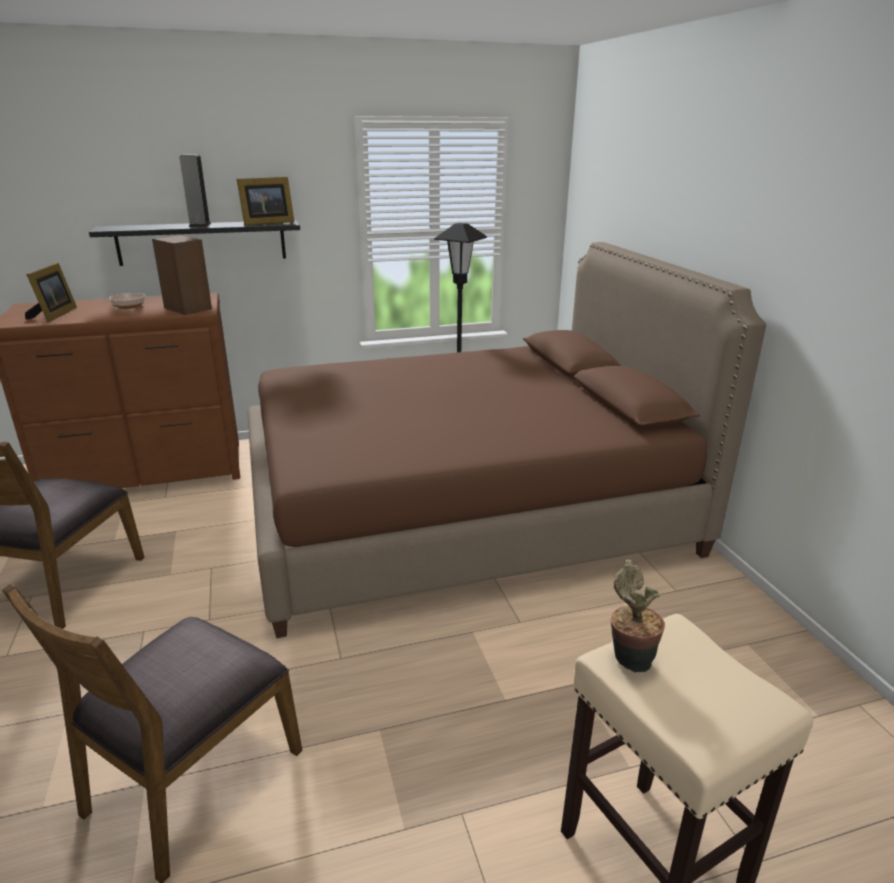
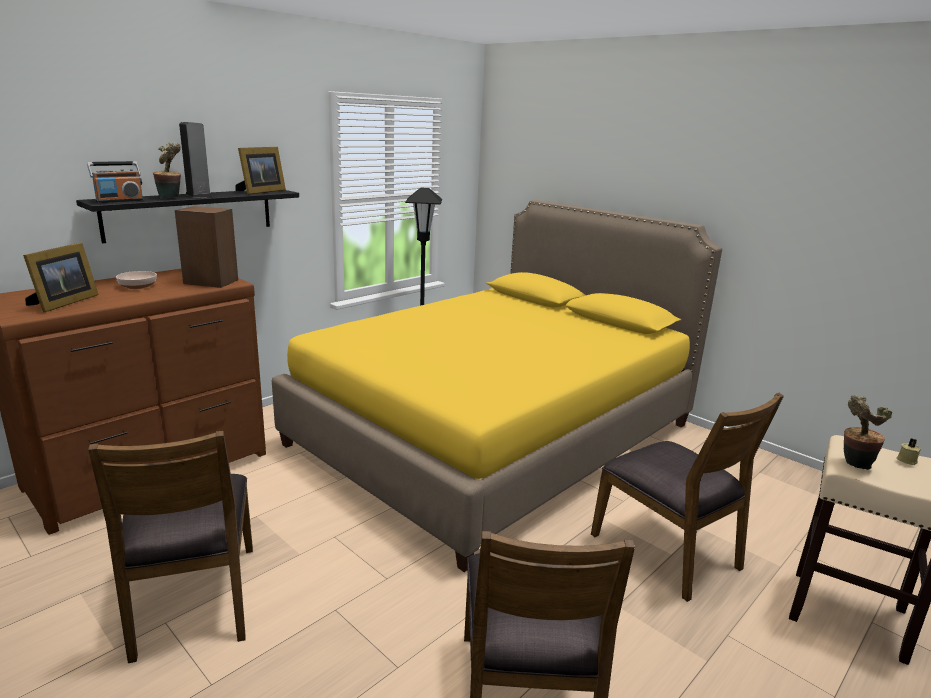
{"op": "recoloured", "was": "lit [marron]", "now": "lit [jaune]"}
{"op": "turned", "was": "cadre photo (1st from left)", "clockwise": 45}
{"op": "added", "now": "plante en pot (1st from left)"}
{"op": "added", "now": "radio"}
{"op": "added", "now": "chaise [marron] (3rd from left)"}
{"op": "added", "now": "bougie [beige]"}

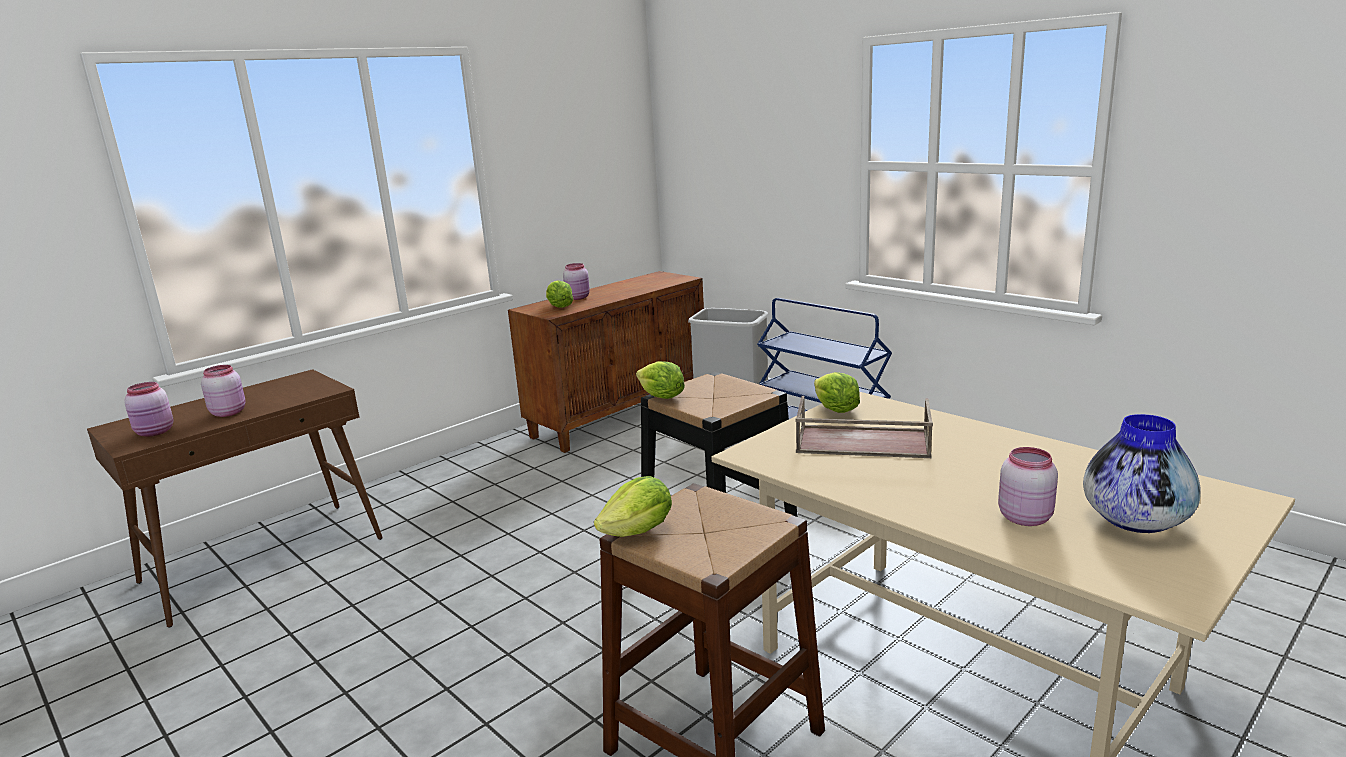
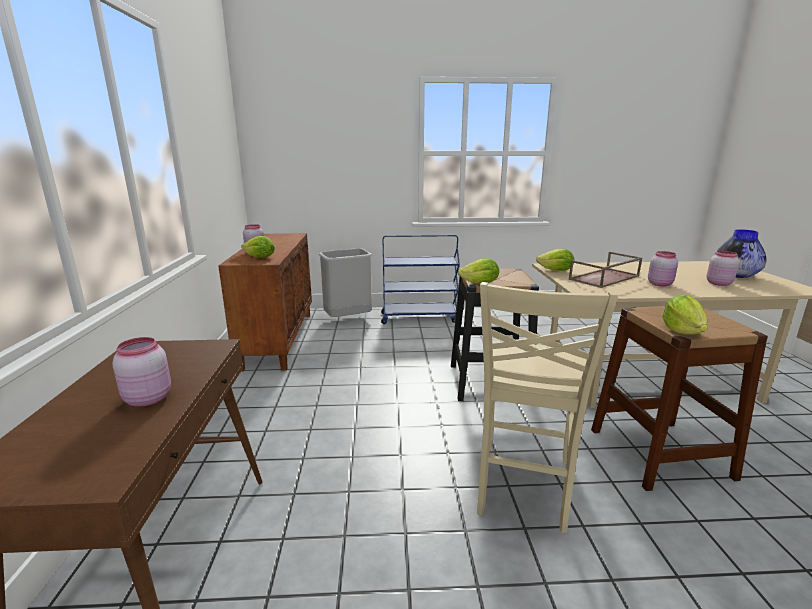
{"op": "moved", "was": "bocal [rose] (1st from left in the first image)", "now": "bocal [rose] (3rd from left)"}
{"op": "added", "now": "chaise [beige]"}

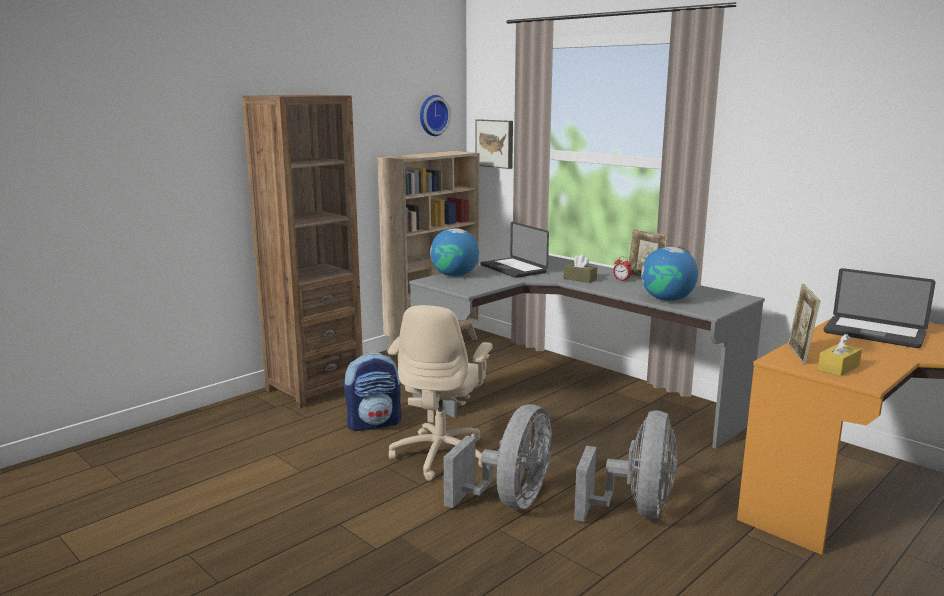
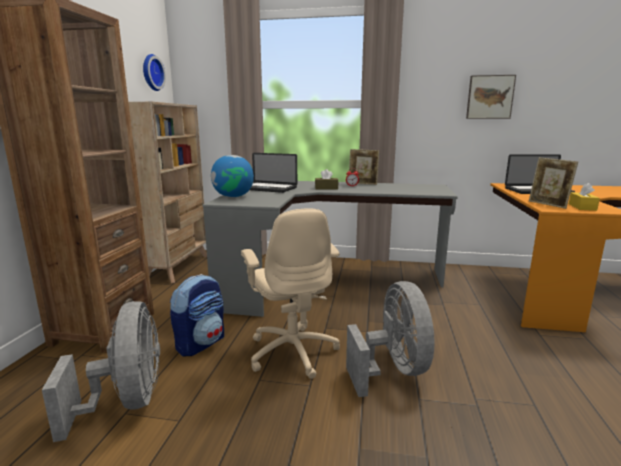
{"op": "moved", "was": "tableau"}
{"op": "removed", "was": "globe (2nd from left)"}
{"op": "moved", "was": "ventilateur [gris] (2nd from left in the first image)", "now": "ventilateur [gris] (1st from left)"}

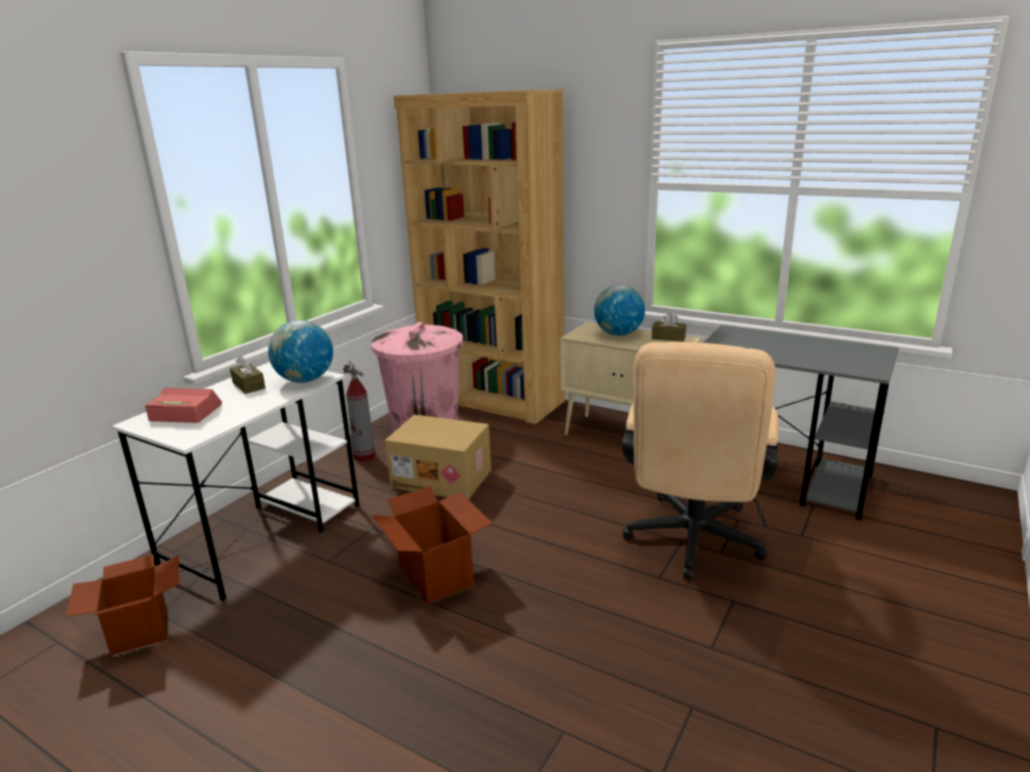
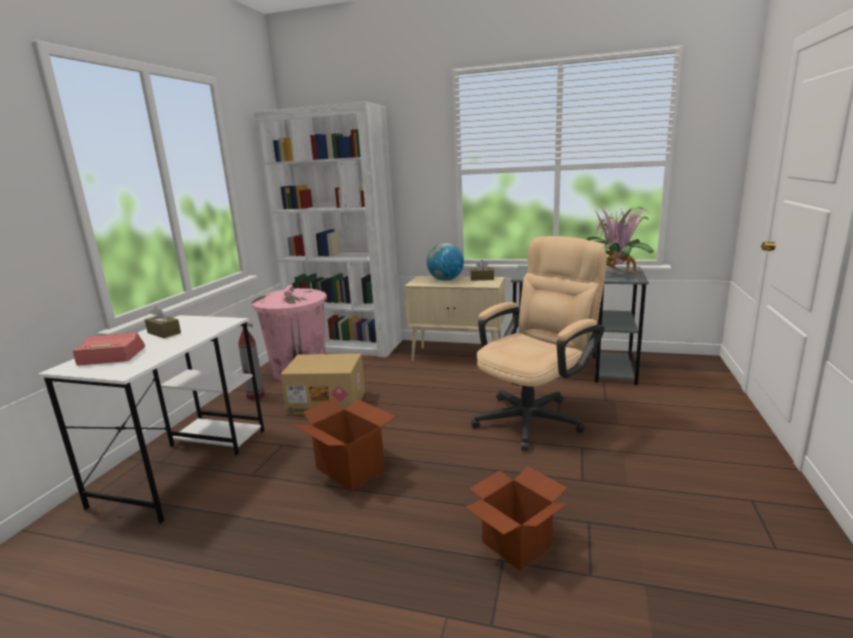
{"op": "recoloured", "was": "bibliothèque [marron]", "now": "bibliothèque [blanc]"}
{"op": "removed", "was": "globe (1st from left)"}
{"op": "turned", "was": "chaise de bureau [beige]", "clockwise": -135}
{"op": "moved", "was": "carton (1st from left in the first image)", "now": "carton (3rd from left)"}
{"op": "added", "now": "plante en pot"}

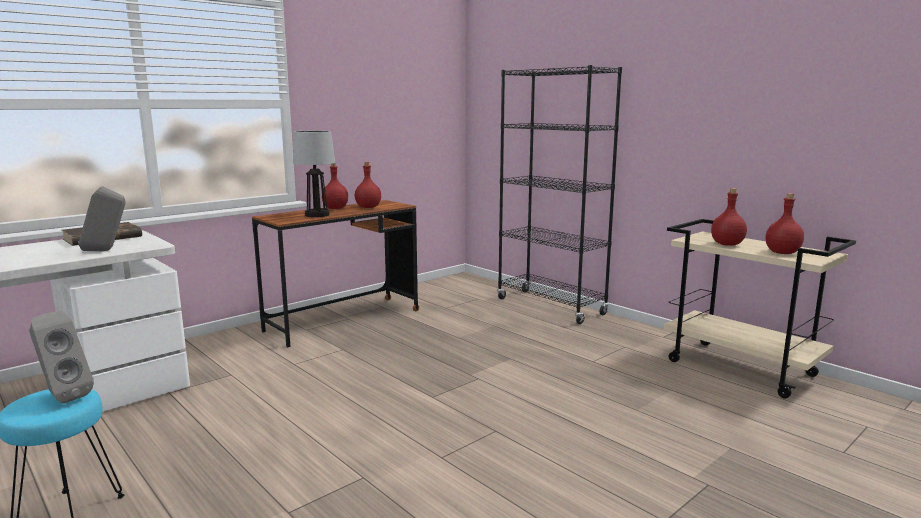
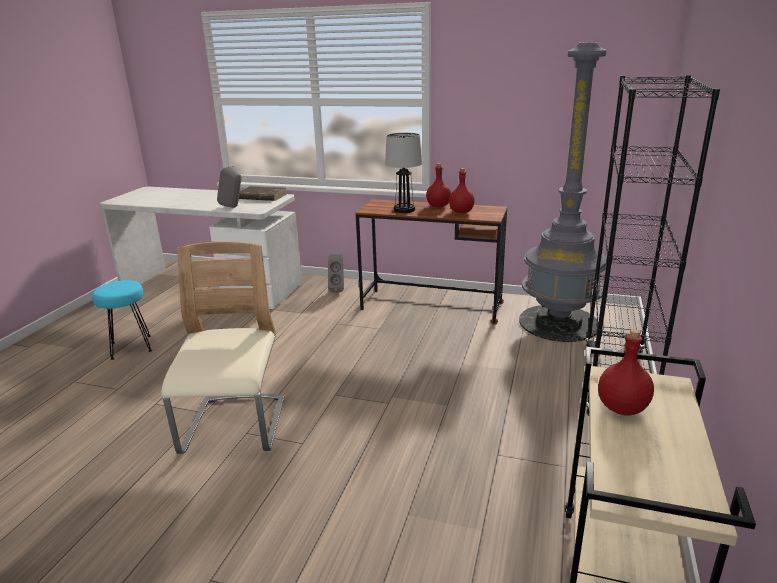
{"op": "removed", "was": "bouteille [rouge] (4th from left)"}
{"op": "moved", "was": "enceinte [gris] (1st from left in the first image)", "now": "enceinte [gris] (2nd from left)"}
{"op": "added", "now": "lampadaire [gris]"}
{"op": "added", "now": "chaise [beige]"}

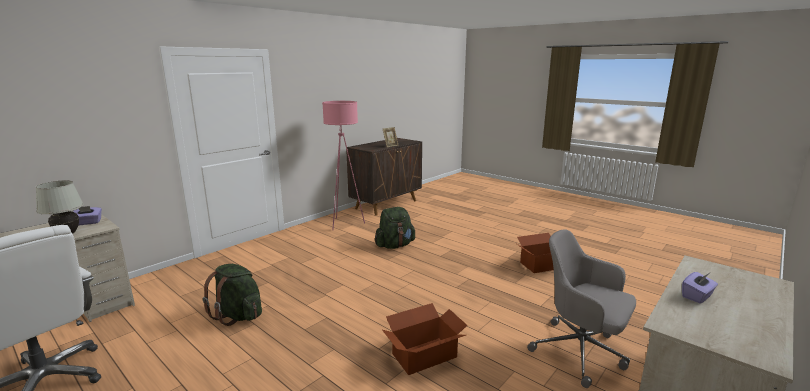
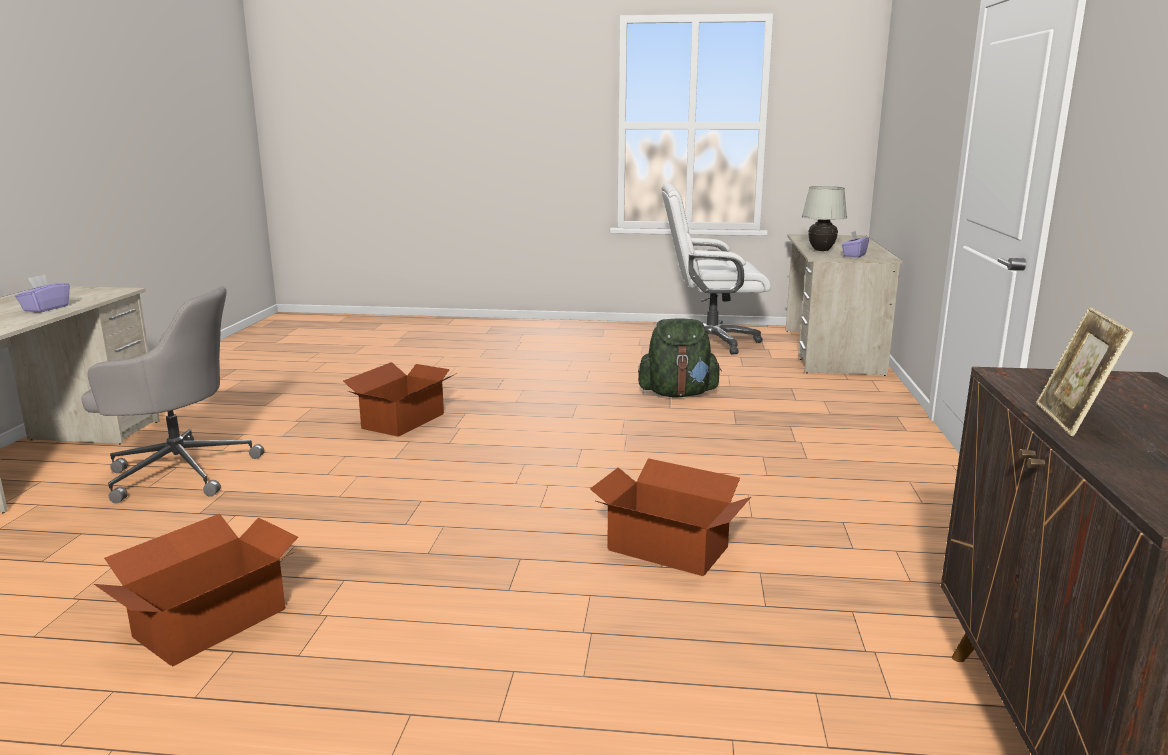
{"op": "removed", "was": "lampadaire [rose]"}
{"op": "replaced", "was": "sac à dos [vert] (2nd from left)", "now": "carton (3rd from left)"}

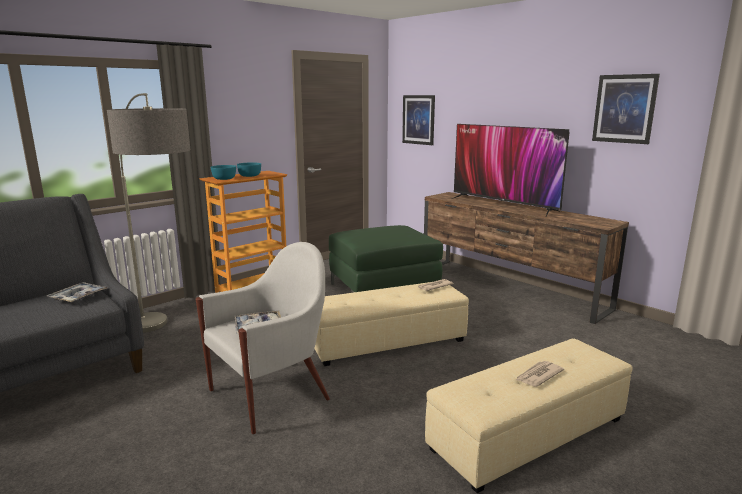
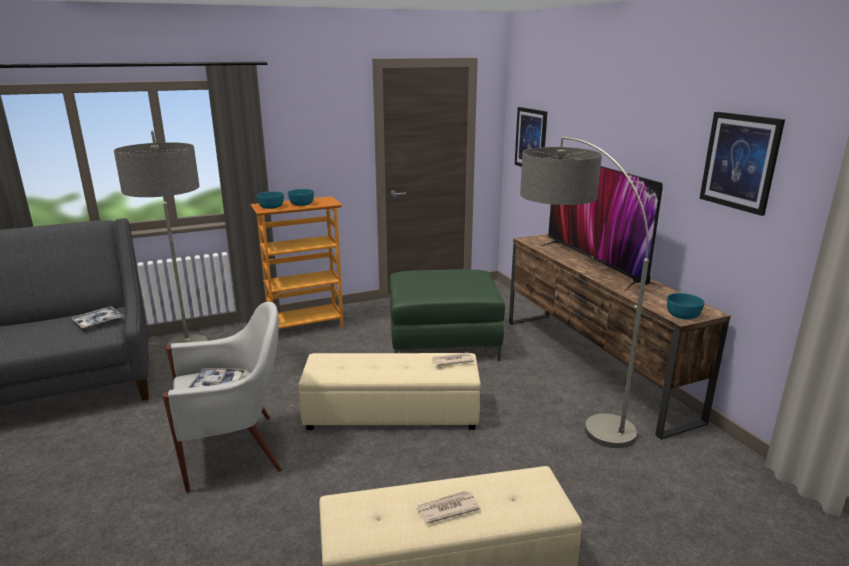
{"op": "added", "now": "lampadaire (2nd from left)"}
{"op": "added", "now": "bol [turquoise] (3rd from left)"}

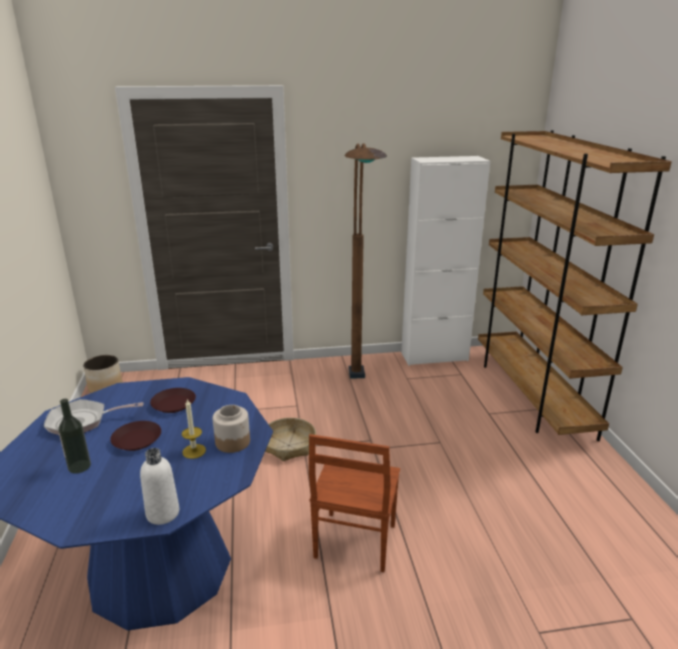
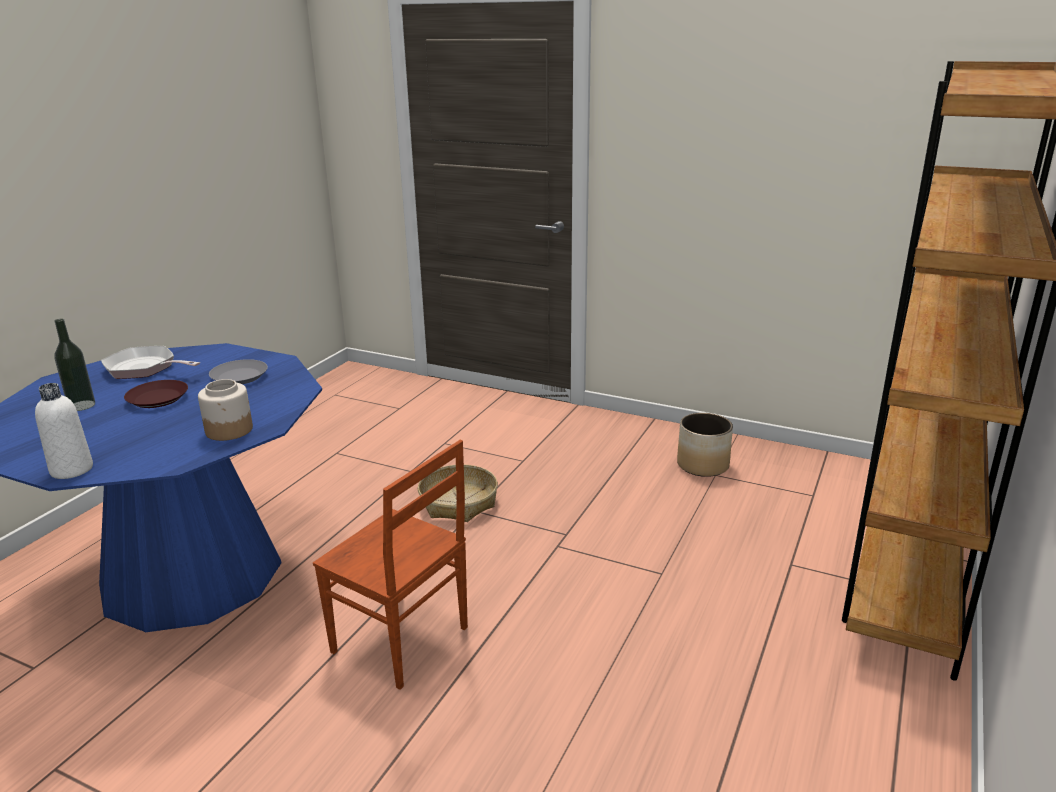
{"op": "removed", "was": "lampadaire [marron]"}
{"op": "removed", "was": "meuble de rangement [blanc]"}
{"op": "moved", "was": "cache-pot"}
{"op": "recoloured", "was": "assiette [marron] (2nd from left)", "now": "assiette [gris]"}
{"op": "removed", "was": "bougie"}
{"op": "turned", "was": "chaise [marron]", "clockwise": -105}

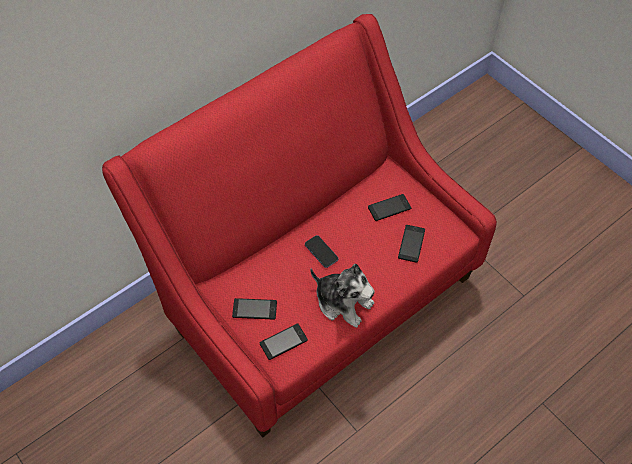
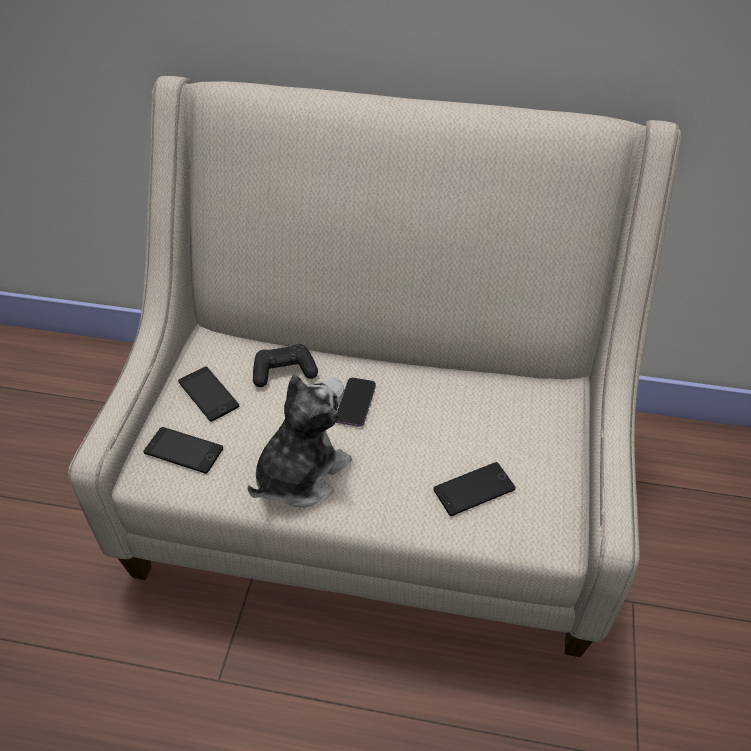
{"op": "recoloured", "was": "canapé [rouge]", "now": "canapé [beige]"}
{"op": "removed", "was": "téléphone (4th from left)"}
{"op": "turned", "was": "peluche", "clockwise": -135}
{"op": "added", "now": "manette [noir]"}

